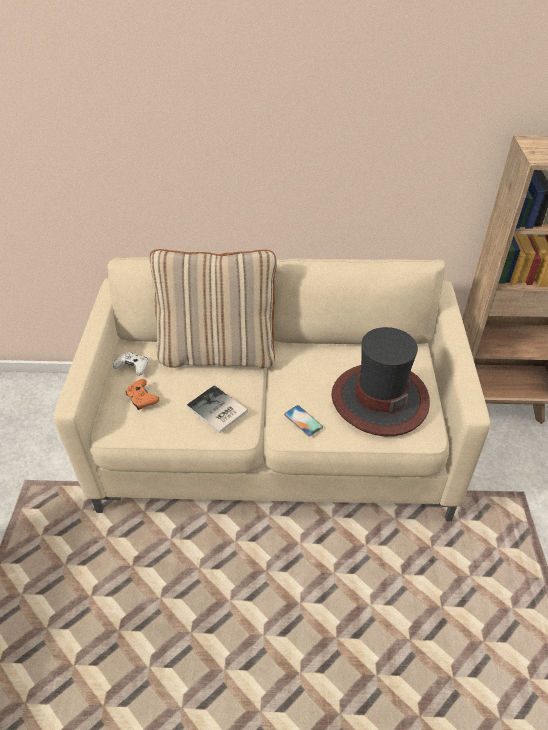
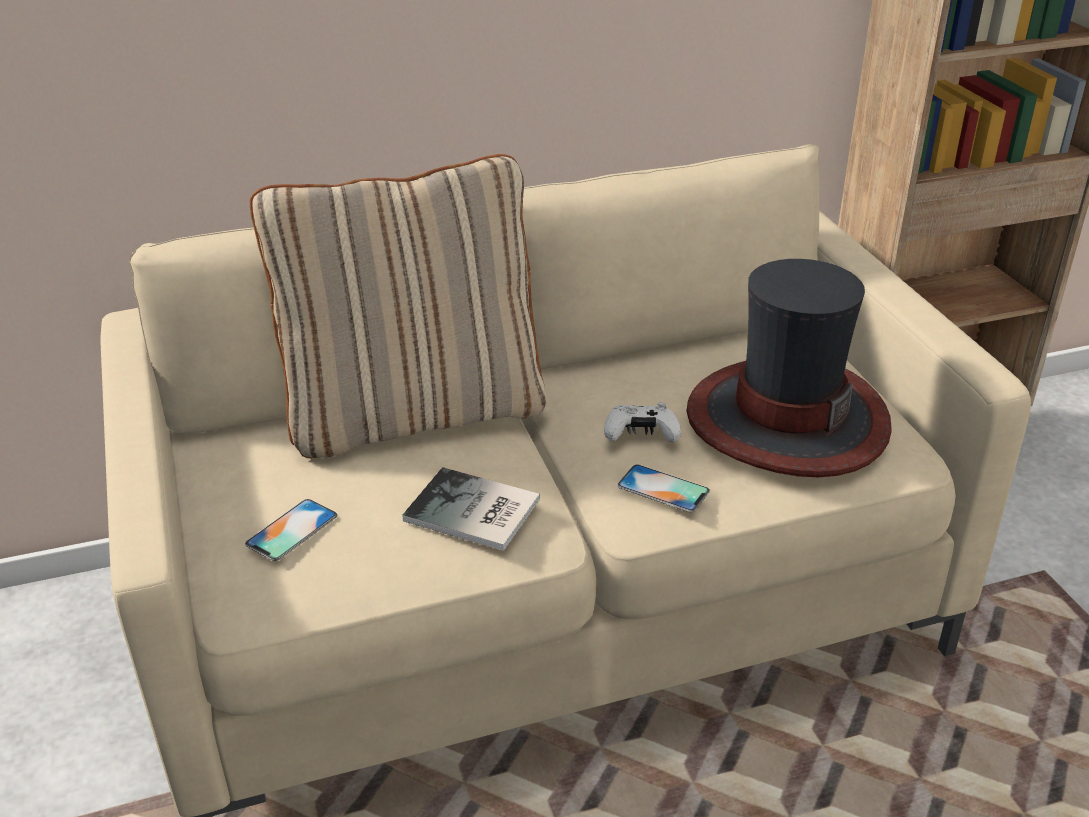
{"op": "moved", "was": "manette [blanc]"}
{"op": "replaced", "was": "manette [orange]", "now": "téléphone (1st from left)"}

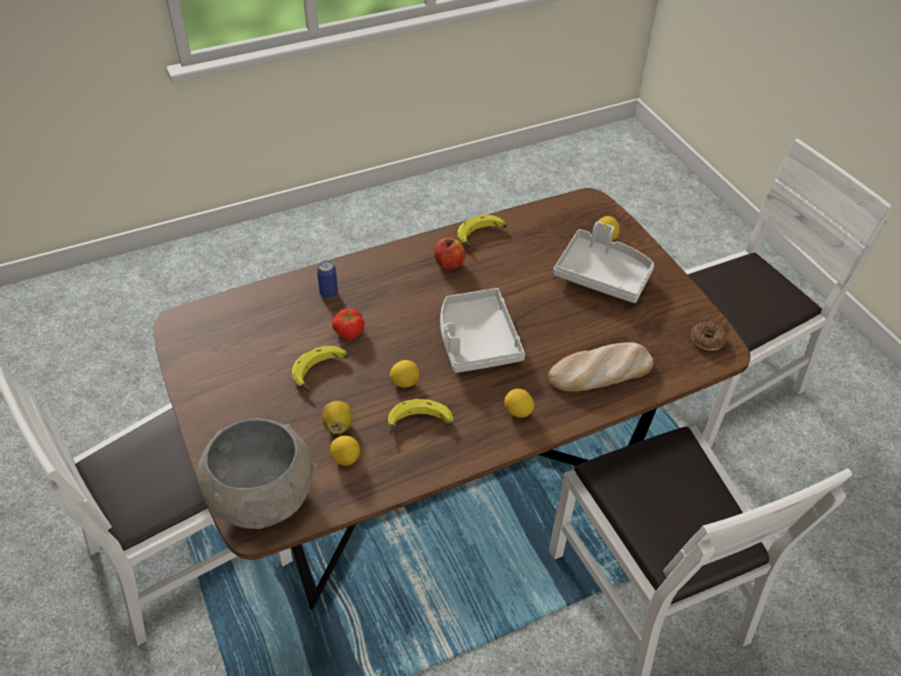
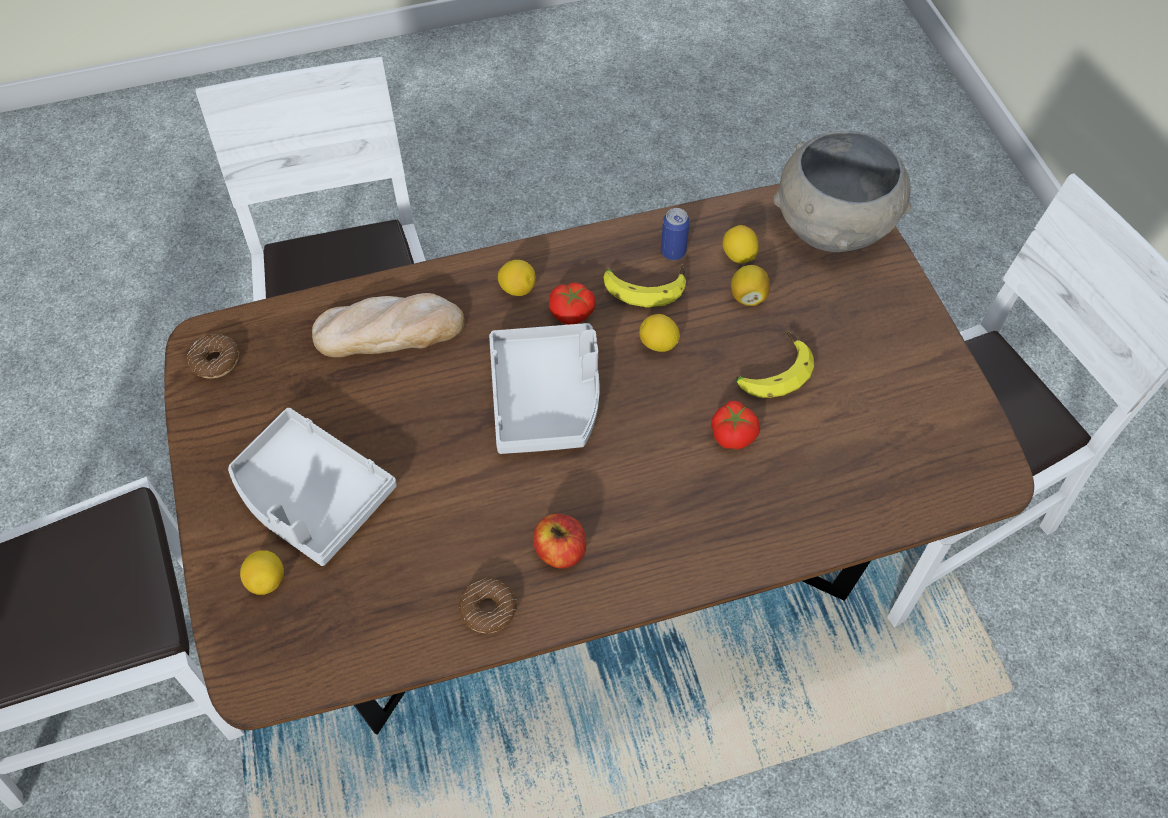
{"op": "replaced", "was": "banane (3rd from left)", "now": "beignet (2nd from left)"}
{"op": "moved", "was": "boîte métallique"}
{"op": "added", "now": "tomate (1st from left)"}

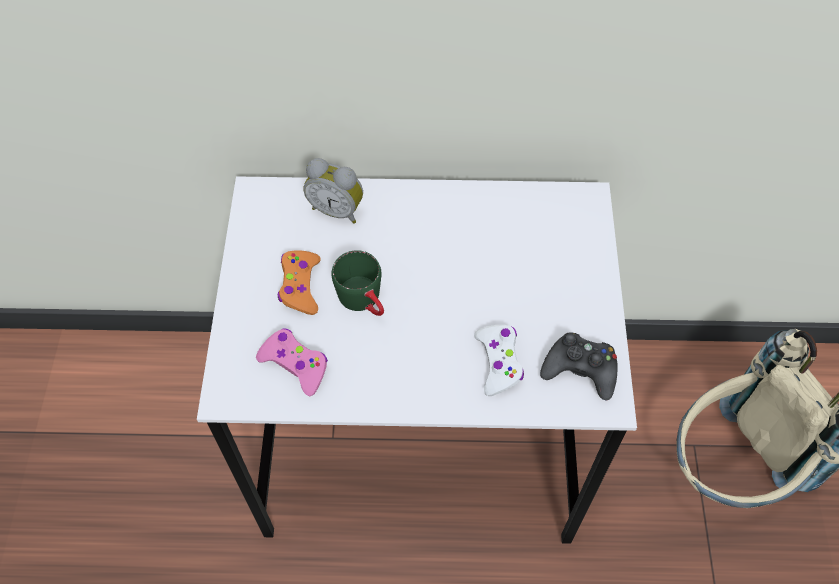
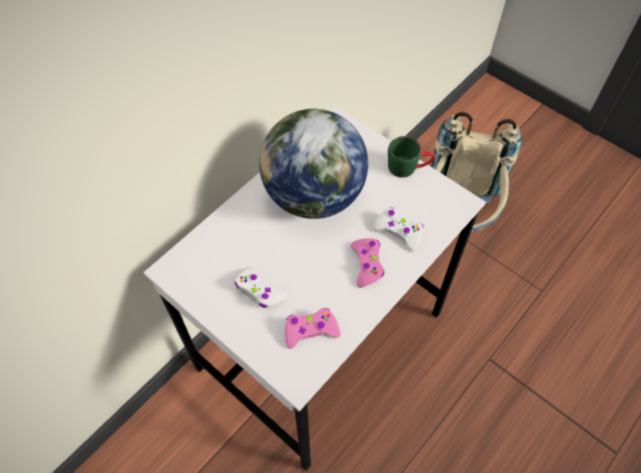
{"op": "removed", "was": "réveil"}
{"op": "recoloured", "was": "manette [orange]", "now": "manette [blanc] (1st from left)"}
{"op": "moved", "was": "mug [vert]"}
{"op": "removed", "was": "manette [noir]"}
{"op": "added", "now": "globe"}
{"op": "added", "now": "manette [rose] (2nd from left)"}

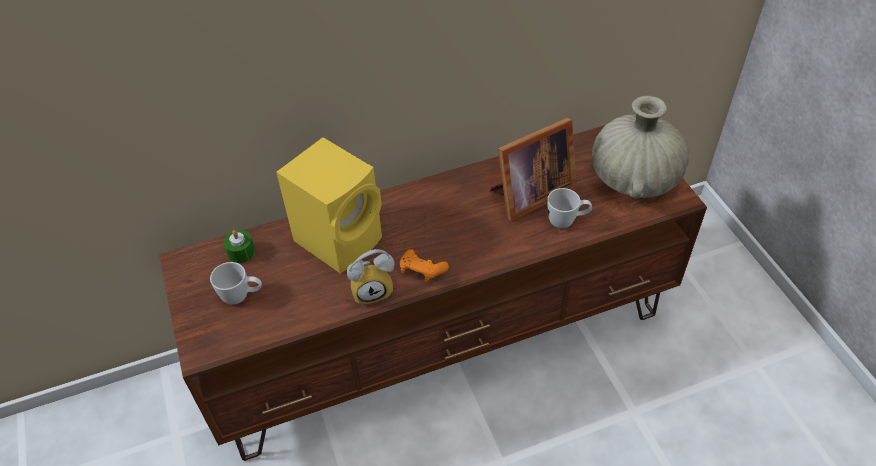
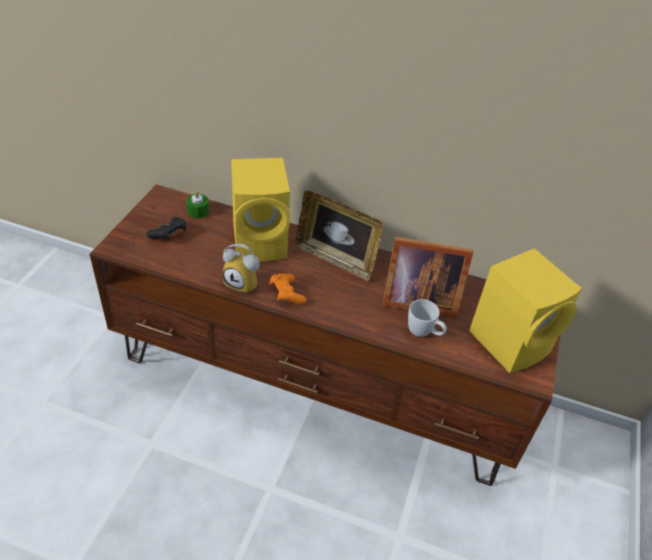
{"op": "replaced", "was": "vase [beige]", "now": "enceinte [jaune] (2nd from left)"}
{"op": "replaced", "was": "mug [blanc] (1st from left)", "now": "manette [noir]"}
{"op": "added", "now": "cadre photo (1st from left)"}

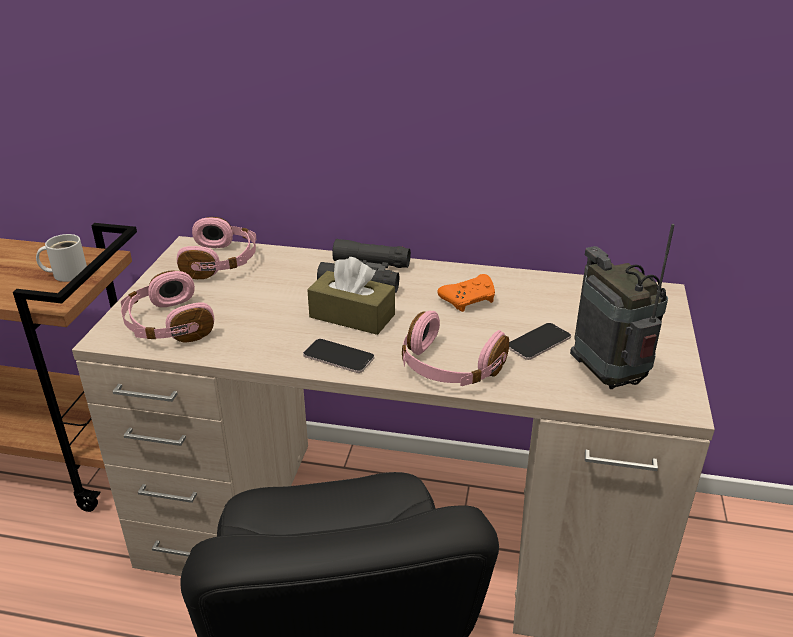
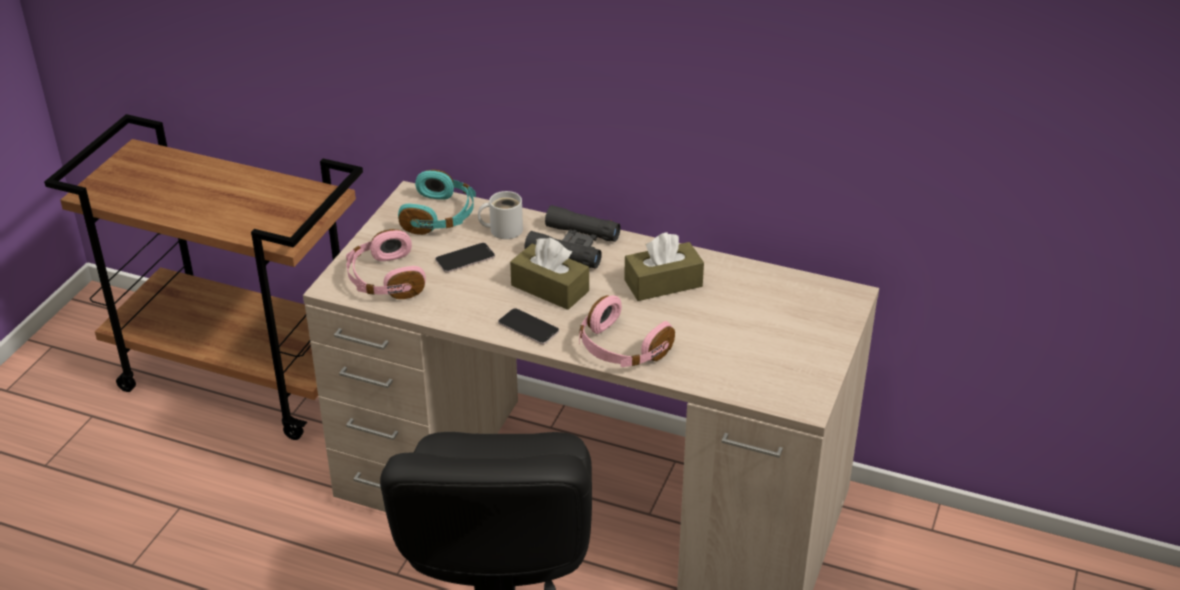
{"op": "recoloured", "was": "casque audio [rose] (2nd from left)", "now": "casque audio [turquoise]"}
{"op": "removed", "was": "radio"}
{"op": "moved", "was": "mug [blanc]"}
{"op": "replaced", "was": "manette [orange]", "now": "boîte à mouchoirs [marron] (2nd from left)"}
{"op": "moved", "was": "téléphone (2nd from left in the first image)", "now": "téléphone (1st from left)"}

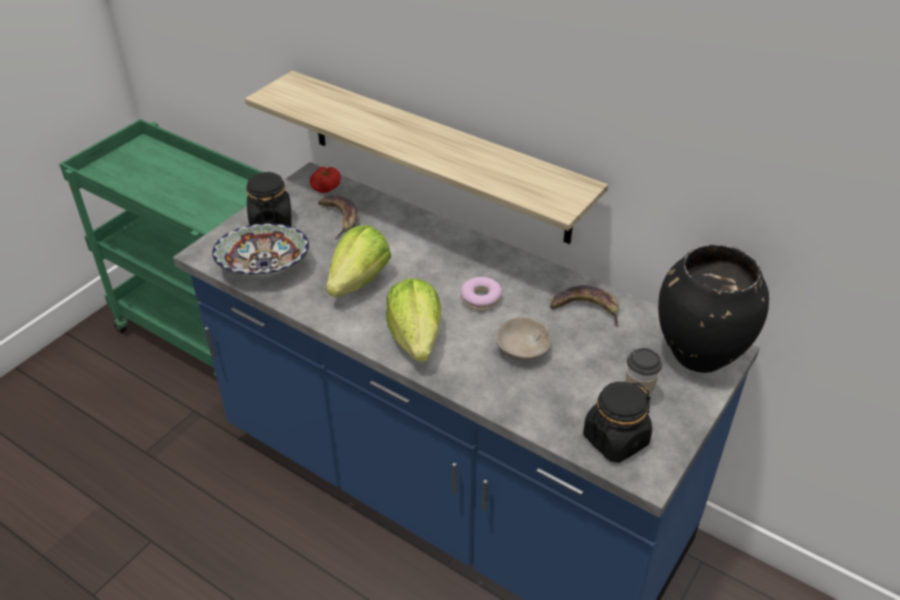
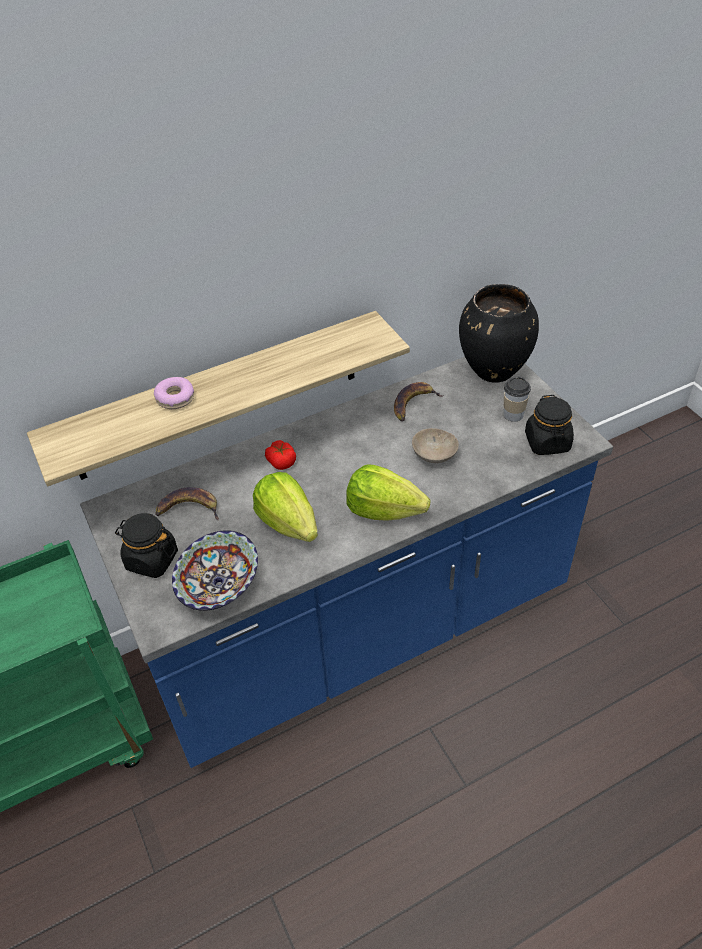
{"op": "moved", "was": "tomate"}
{"op": "moved", "was": "beignet"}

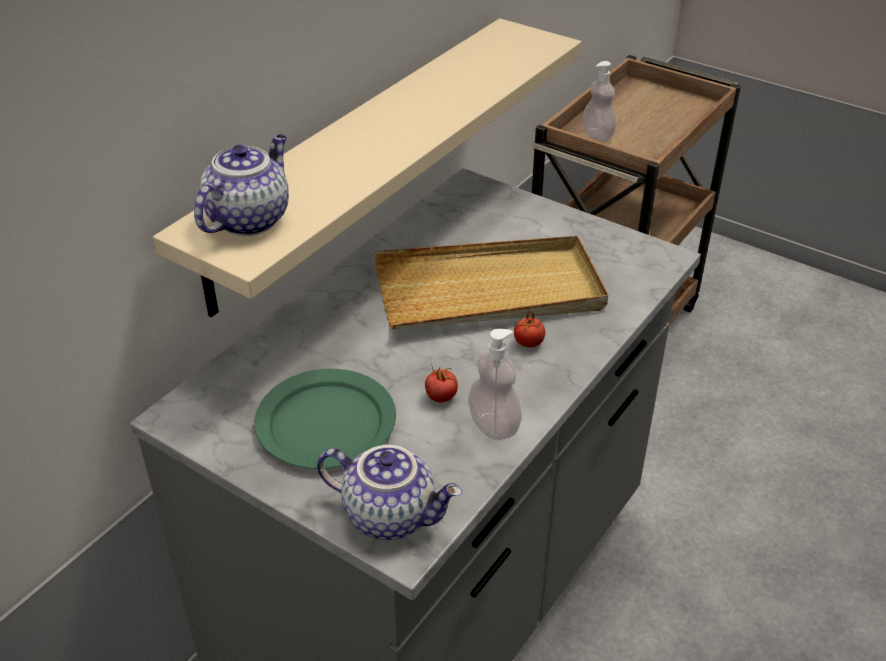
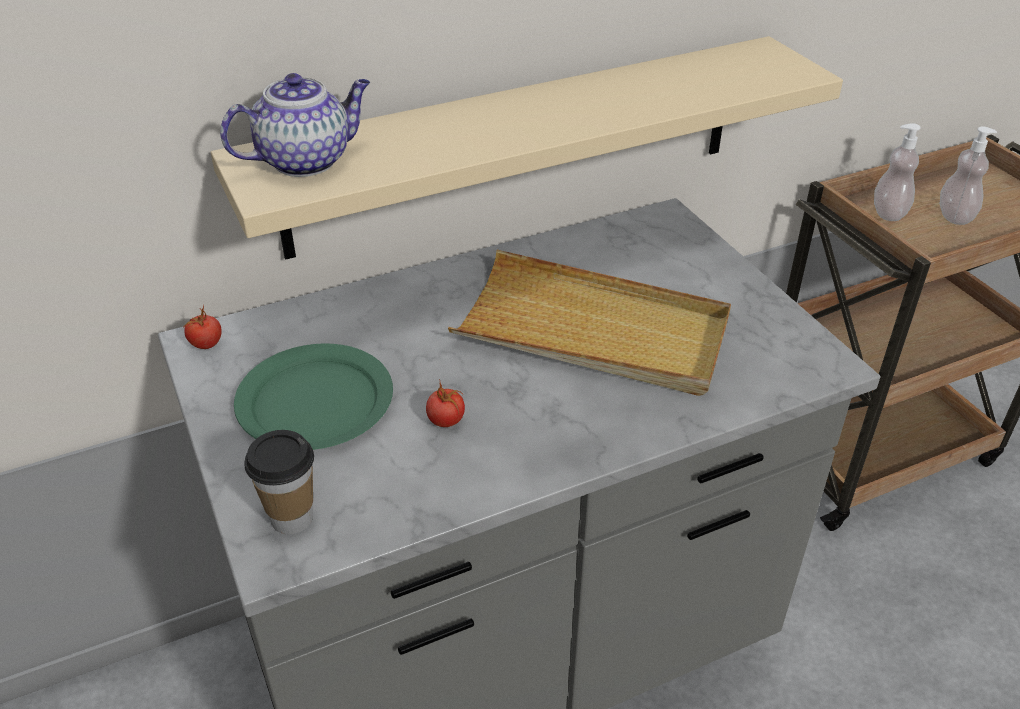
{"op": "moved", "was": "tomate (2nd from left in the first image)", "now": "tomate (1st from left)"}
{"op": "moved", "was": "distributeur de savon (1st from left in the first image)", "now": "distributeur de savon (2nd from left)"}
{"op": "replaced", "was": "théière (2nd from left)", "now": "tasse"}

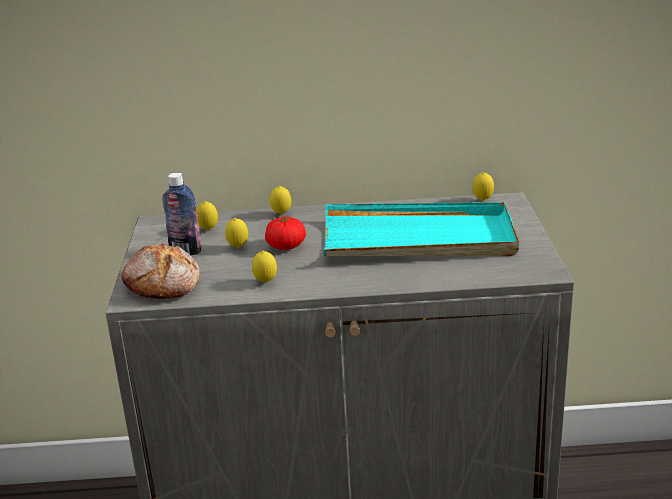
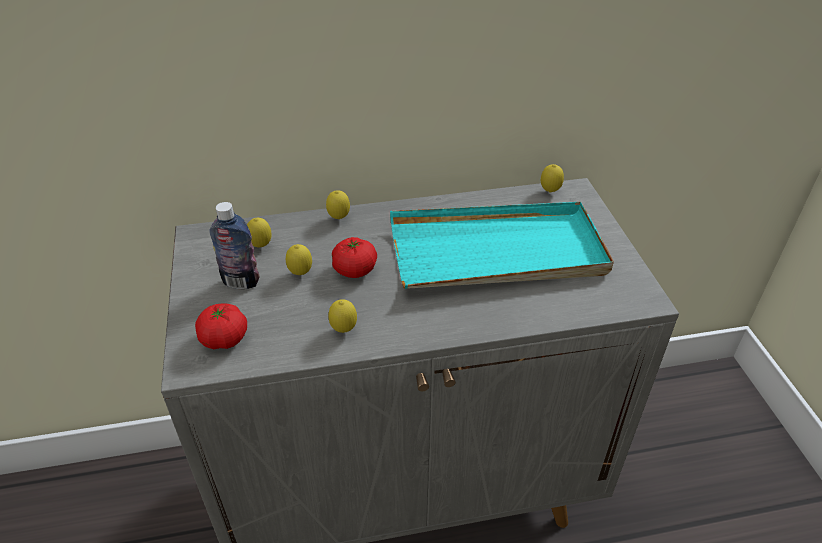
{"op": "replaced", "was": "pain", "now": "tomate (1st from left)"}

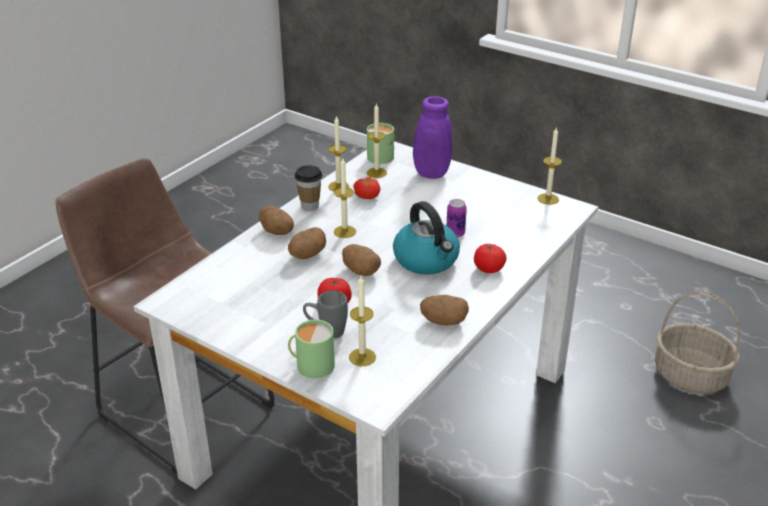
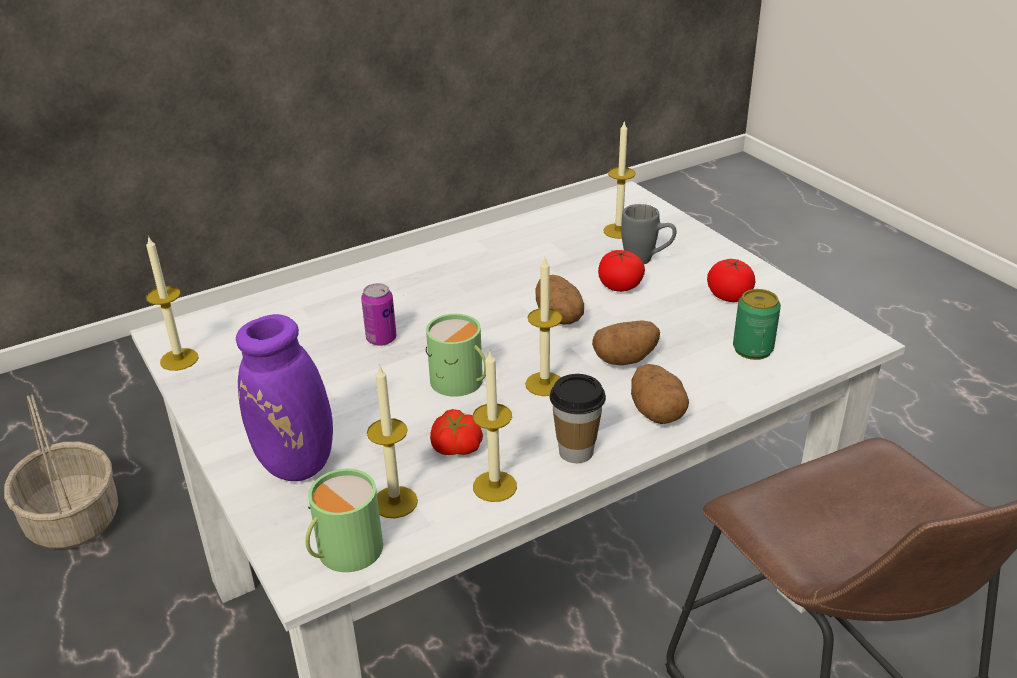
{"op": "removed", "was": "bouilloire"}
{"op": "moved", "was": "tomate (3rd from left)"}
{"op": "removed", "was": "pomme de terre (4th from left)"}
{"op": "moved", "was": "mug [vert] (1st from left in the first image)", "now": "mug [vert] (2nd from left)"}
{"op": "added", "now": "boîte métallique (2nd from left)"}

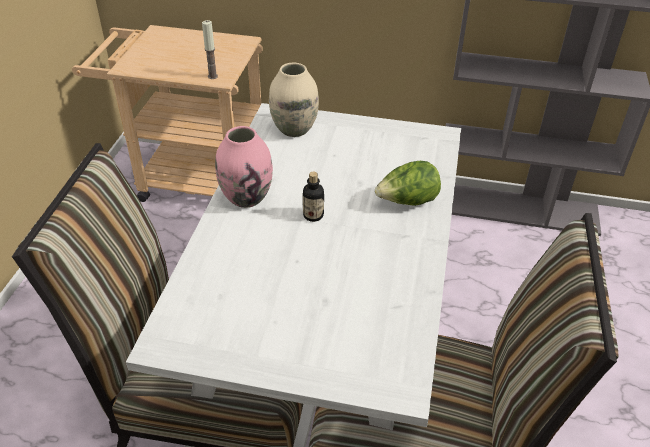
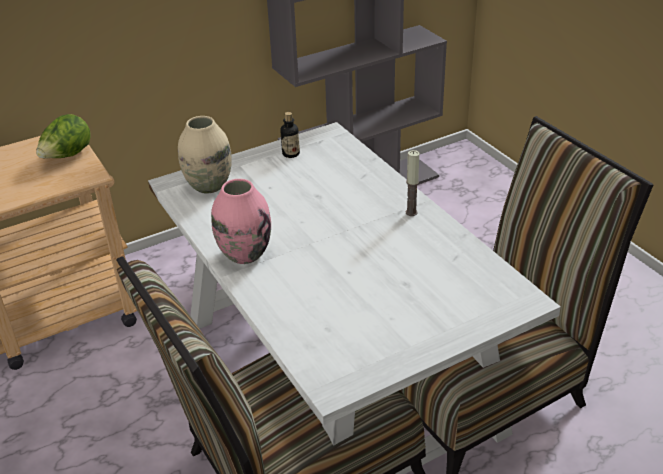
{"op": "moved", "was": "bougie"}
{"op": "moved", "was": "laitue"}
{"op": "moved", "was": "bouteille"}

